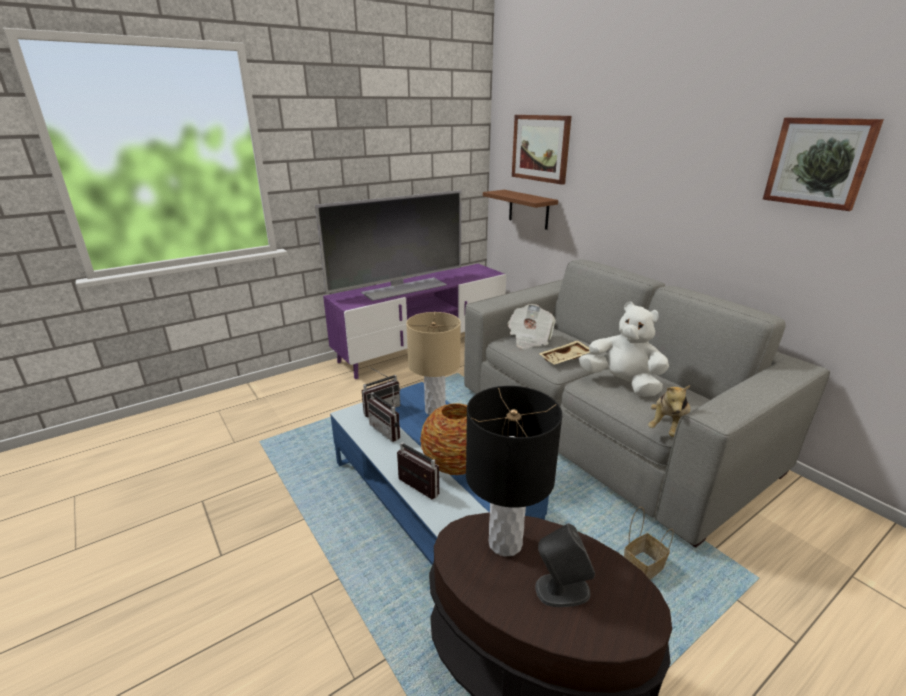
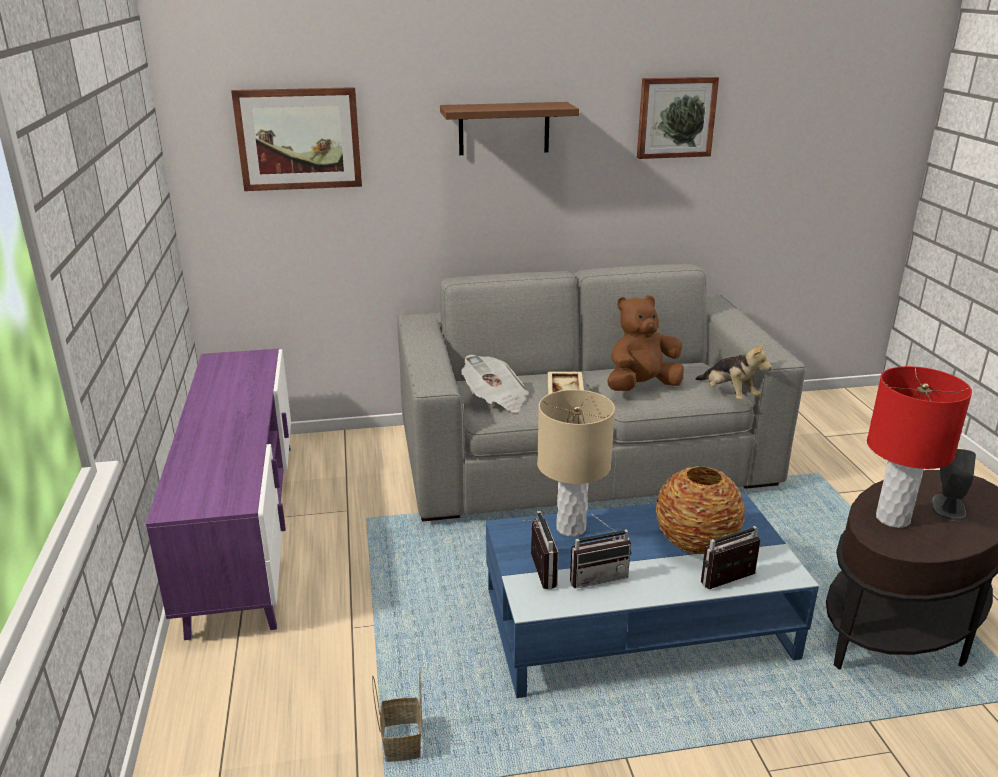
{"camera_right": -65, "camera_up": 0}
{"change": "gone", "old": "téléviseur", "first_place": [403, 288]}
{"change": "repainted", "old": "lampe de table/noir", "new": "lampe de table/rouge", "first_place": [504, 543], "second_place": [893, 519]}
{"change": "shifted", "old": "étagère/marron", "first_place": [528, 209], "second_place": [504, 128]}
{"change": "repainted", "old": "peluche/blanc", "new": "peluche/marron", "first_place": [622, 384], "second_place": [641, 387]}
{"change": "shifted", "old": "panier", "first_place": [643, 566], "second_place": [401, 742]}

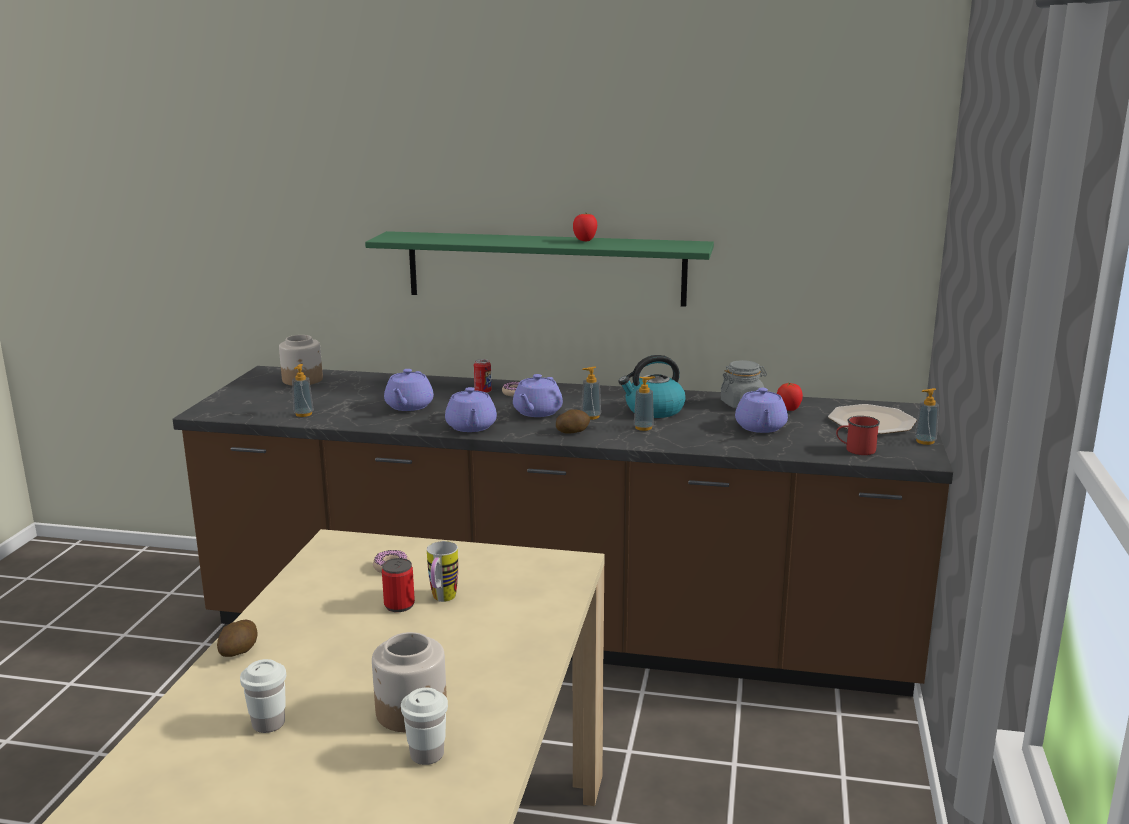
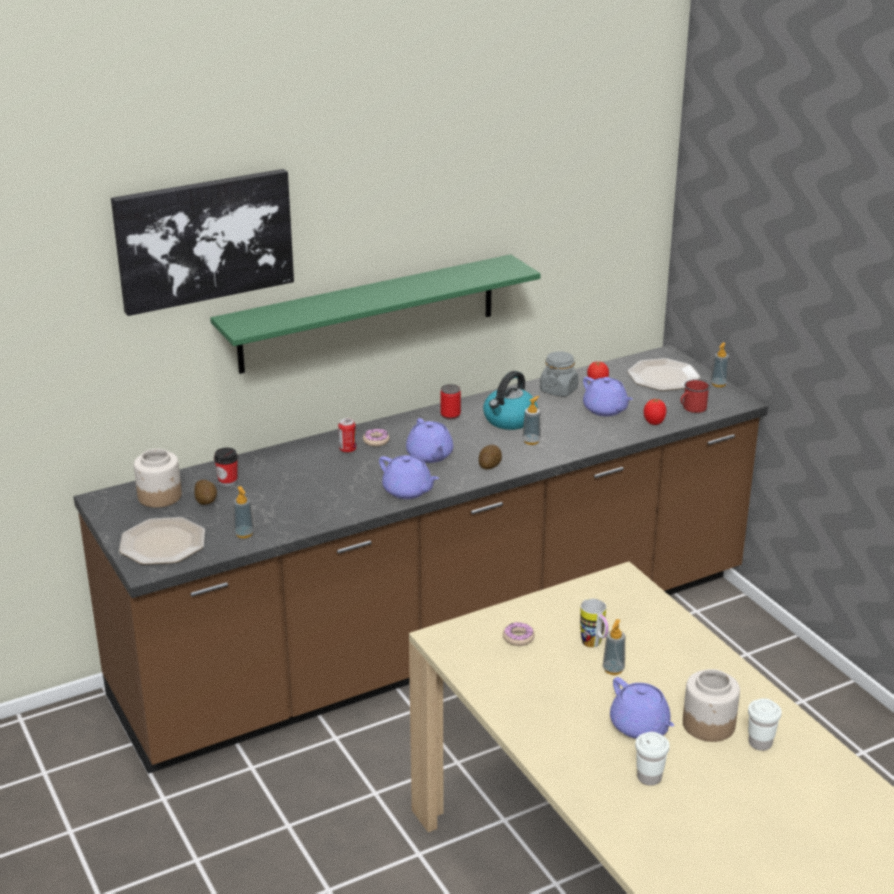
{"camera_right": -40, "camera_up": 10}
{"change": "shifted", "old": "pomme de terre", "first_place": [238, 652], "second_place": [206, 501]}
{"change": "shifted", "old": "boîte métallique", "first_place": [399, 605], "second_place": [450, 415]}
{"change": "shifted", "old": "théière/violet", "first_place": [408, 406], "second_place": [640, 726]}
{"change": "shifted", "old": "tomate", "first_place": [585, 241], "second_place": [654, 423]}
{"change": "shifted", "old": "distributeur de savon", "first_place": [591, 416], "second_place": [613, 669]}
{"change": "new", "new": "tableau", "second_place": [204, 240]}
{"change": "new", "new": "assiette", "second_place": [163, 543]}
{"change": "new", "new": "tasse", "second_place": [228, 481]}

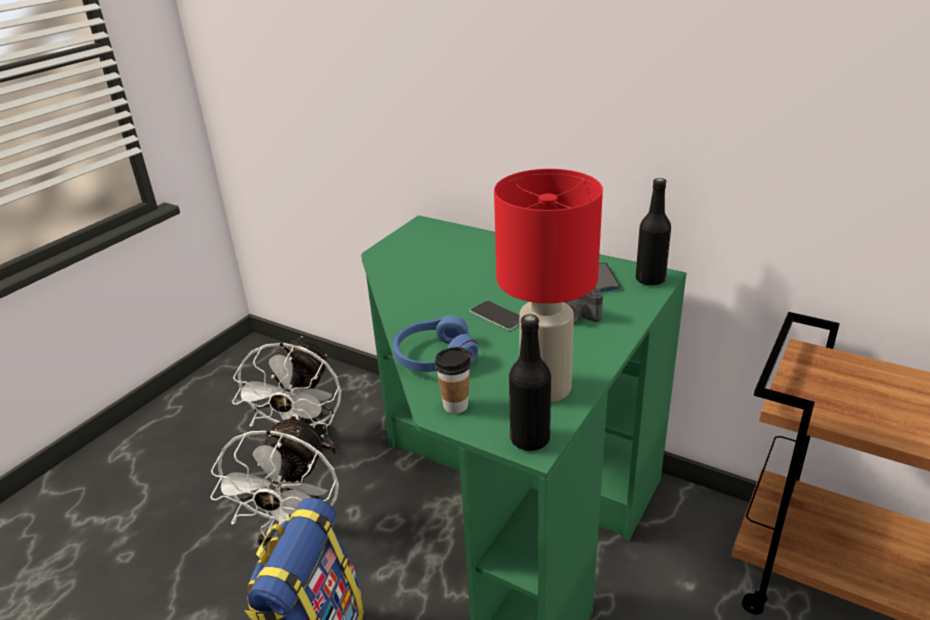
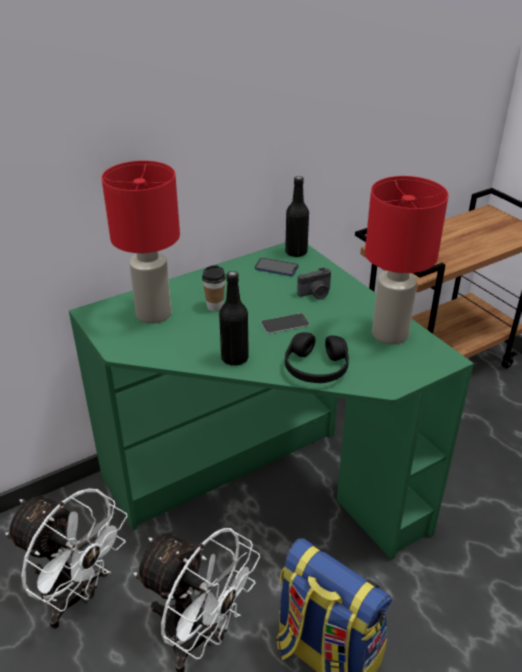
{"camera_right": -65, "camera_up": 5}
{"change": "repainted", "old": "casque audio/bleu", "new": "casque audio/noir", "first_place": [434, 356], "second_place": [316, 368]}
{"change": "shifted", "old": "tasse", "first_place": [455, 406], "second_place": [215, 306]}
{"change": "shifted", "old": "bouteille/noir", "first_place": [530, 439], "second_place": [234, 358]}
{"change": "new", "new": "lampe de table/rouge", "second_place": [154, 314]}

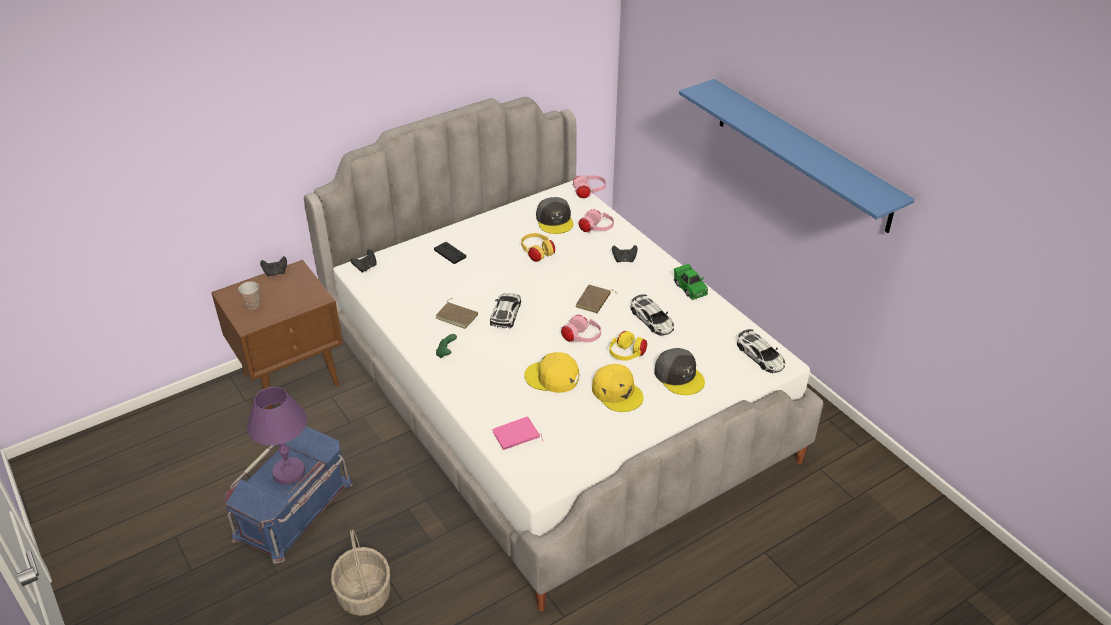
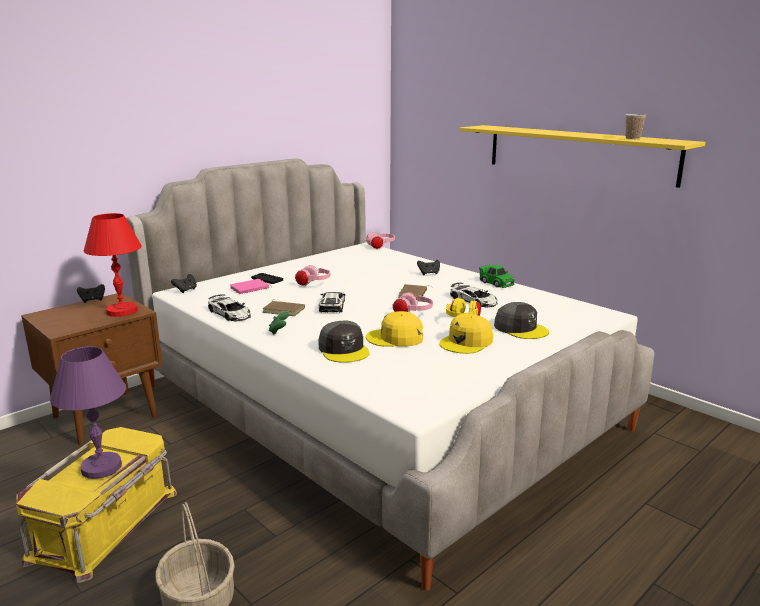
{"camera_right": -10, "camera_up": -20}
{"change": "repainted", "old": "boîte de rangement/bleu", "new": "boîte de rangement/jaune", "first_place": [294, 510], "second_place": [106, 525]}
{"change": "shifted", "old": "tasse", "first_place": [252, 305], "second_place": [632, 138]}
{"change": "shifted", "old": "livre/rose", "first_place": [516, 436], "second_place": [250, 289]}
{"change": "gone", "old": "casque audio/jaune", "first_place": [537, 254]}
{"change": "shifted", "old": "casquette/gris", "first_place": [555, 220], "second_place": [344, 350]}
{"change": "shifted", "old": "casque audio/rose", "first_place": [596, 229], "second_place": [313, 284]}
{"change": "rotated", "old": "casquette/jaune", "first_place": [617, 392], "second_place": [466, 342], "degrees": 90}
{"change": "repainted", "old": "étagère/bleu", "new": "étagère/jaune", "first_place": [802, 154], "second_place": [578, 153]}
{"change": "shifted", "old": "petite voiture", "first_place": [760, 356], "second_place": [230, 313]}
{"change": "new", "new": "lampe de table/rouge", "second_place": [122, 311]}

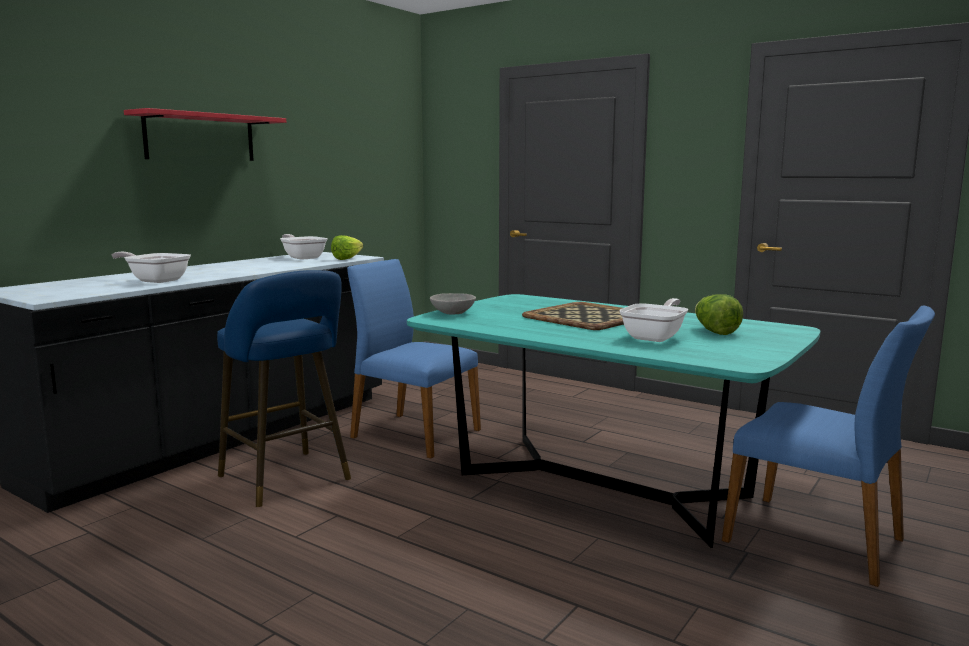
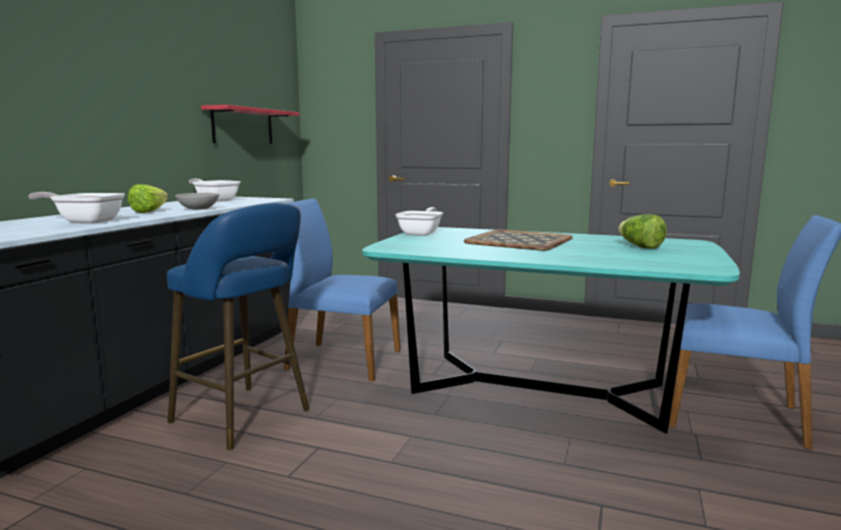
{"camera_right": -15, "camera_up": 0}
{"change": "shifted", "old": "étagère/rouge", "first_place": [200, 137], "second_place": [243, 126]}
{"change": "shifted", "old": "laitue", "first_place": [350, 258], "second_place": [153, 211]}
{"change": "shifted", "old": "bol/gris", "first_place": [453, 313], "second_place": [198, 209]}
{"change": "shifted", "old": "poêle", "first_place": [656, 337], "second_place": [421, 233]}

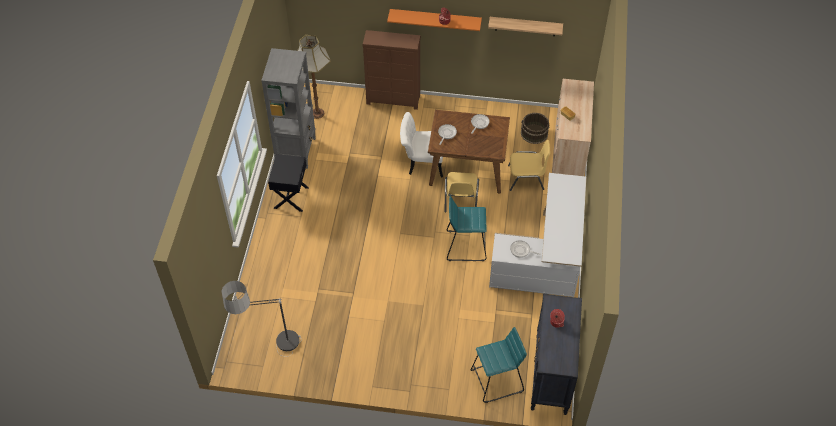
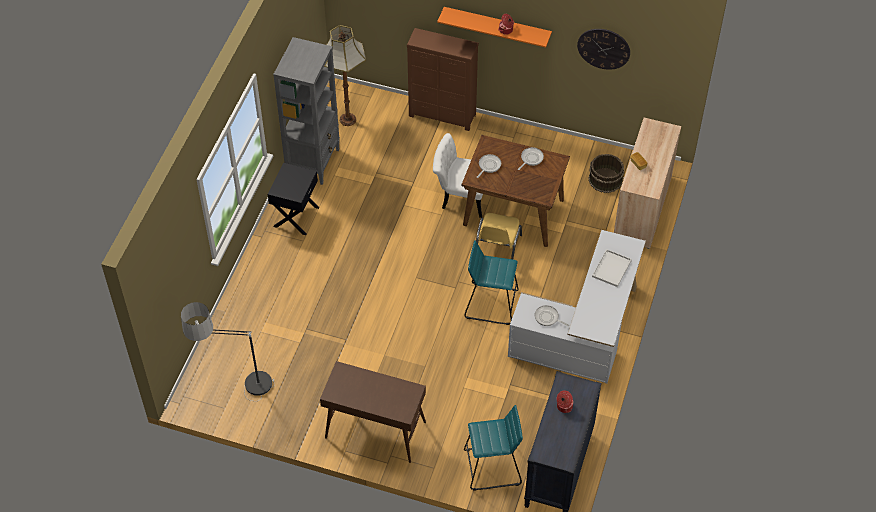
{"camera_right": 10, "camera_up": 0}
{"change": "swapped", "old": "étagère", "new": "horloge murale", "first_place": [525, 26], "second_place": [603, 48]}
{"change": "gone", "old": "chaise/jaune", "first_place": [526, 178]}
{"change": "new", "new": "table console/marron", "second_place": [374, 430]}
{"change": "new", "new": "plateau/blanc", "second_place": [611, 268]}

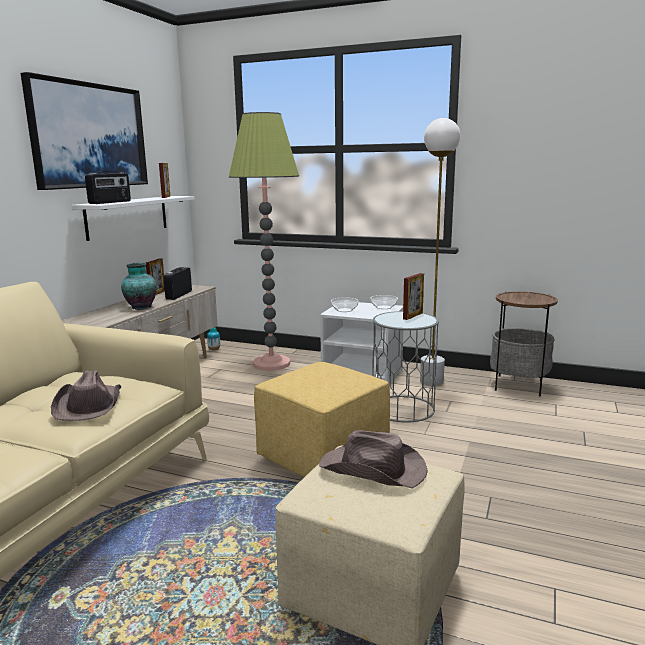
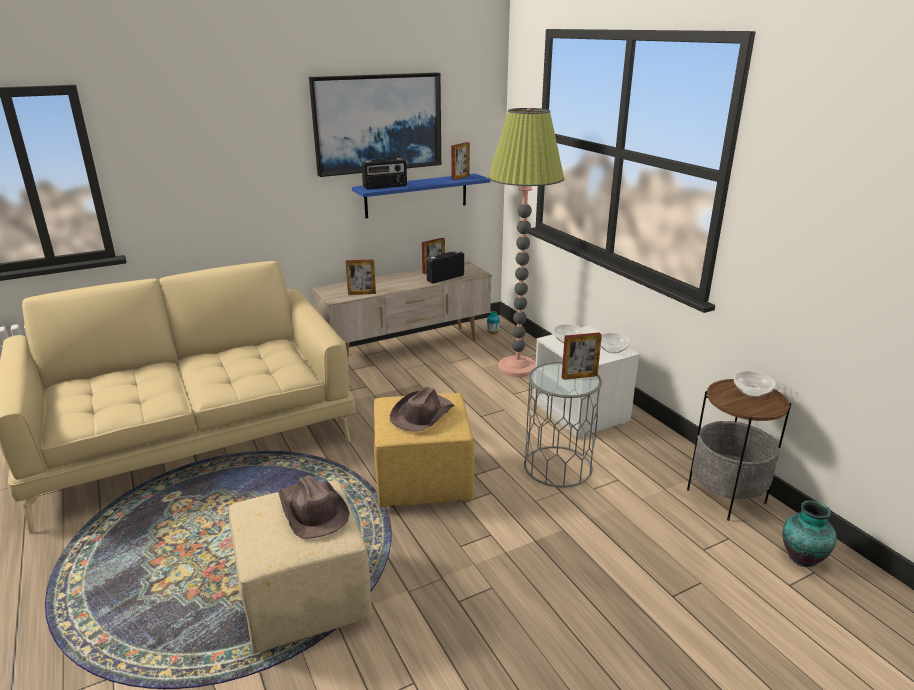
{"camera_right": 40, "camera_up": 10}
{"change": "shifted", "old": "chapeau/marron", "first_place": [89, 404], "second_place": [422, 414]}
{"change": "repainted", "old": "étagère/blanc", "new": "étagère/bleu", "first_place": [127, 216], "second_place": [416, 195]}
{"change": "shifted", "old": "vase", "first_place": [140, 307], "second_place": [801, 557]}
{"change": "gone", "old": "lampadaire/blanc", "first_place": [431, 382]}
{"change": "new", "new": "cadre photo", "second_place": [362, 293]}
{"change": "new", "new": "bol", "second_place": [752, 392]}

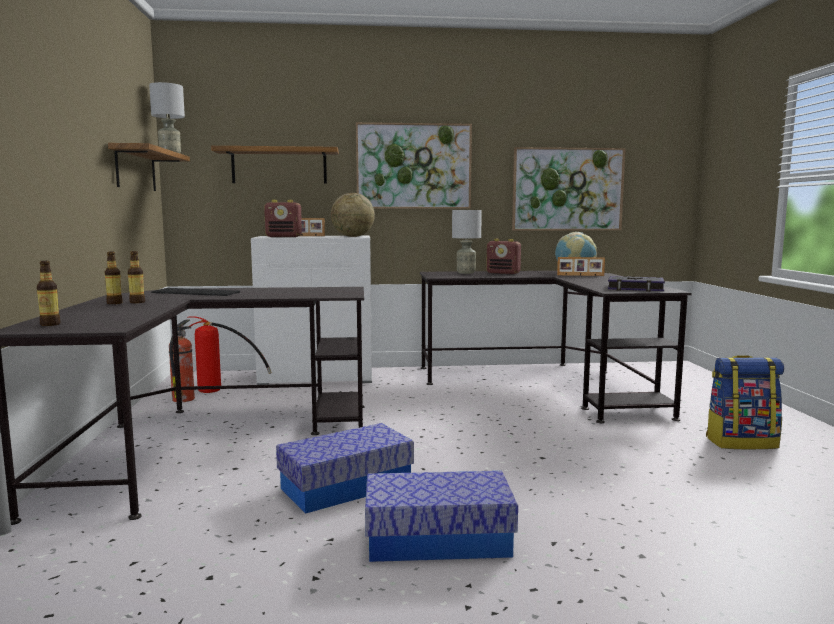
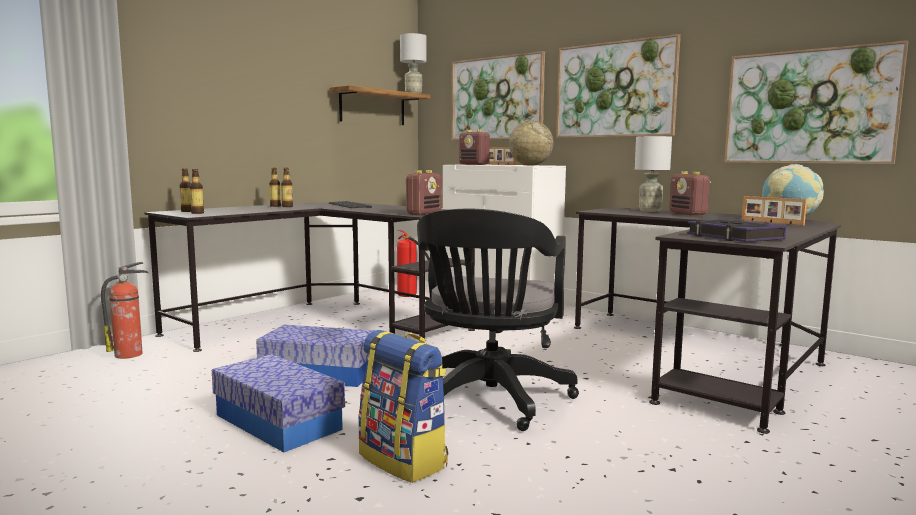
{"camera_right": 45, "camera_up": 0}
{"change": "shifted", "old": "extincteur", "first_place": [184, 399], "second_place": [130, 354]}
{"change": "swapped", "old": "étagère", "new": "tableau", "first_place": [279, 166], "second_place": [497, 98]}
{"change": "shifted", "old": "sac à dos", "first_place": [741, 442], "second_place": [404, 460]}
{"change": "new", "new": "bouteille", "second_place": [197, 213]}
{"change": "new", "new": "radio", "second_place": [424, 214]}
{"change": "new", "new": "chaise de bureau/noir", "second_place": [489, 401]}

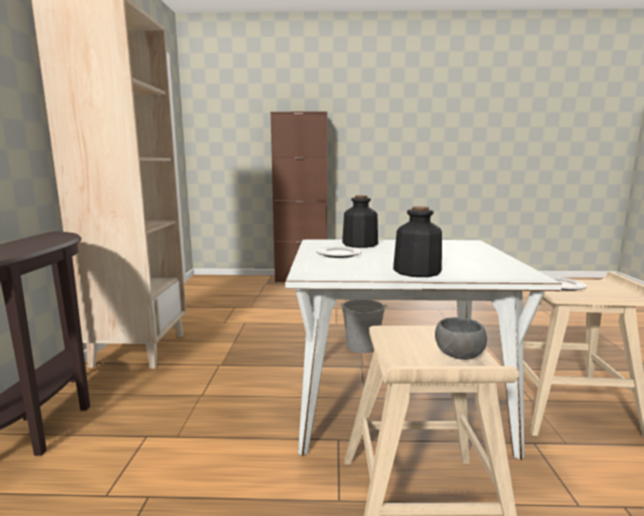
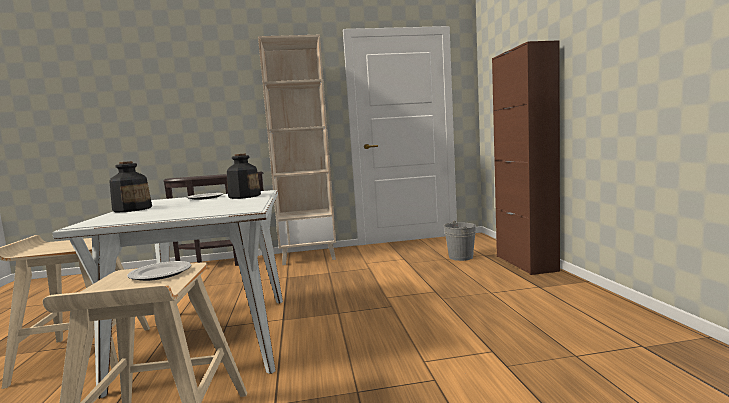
{"camera_right": 80, "camera_up": -5}
{"change": "shifted", "old": "seau/gris", "first_place": [362, 346], "second_place": [460, 257]}
{"change": "gone", "old": "bol/gris", "first_place": [457, 355]}

